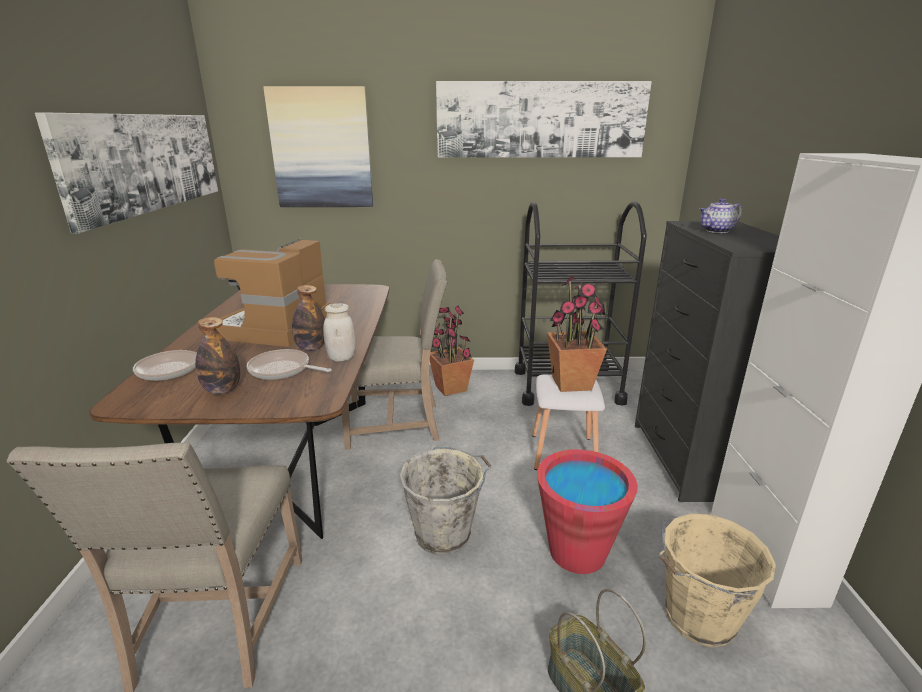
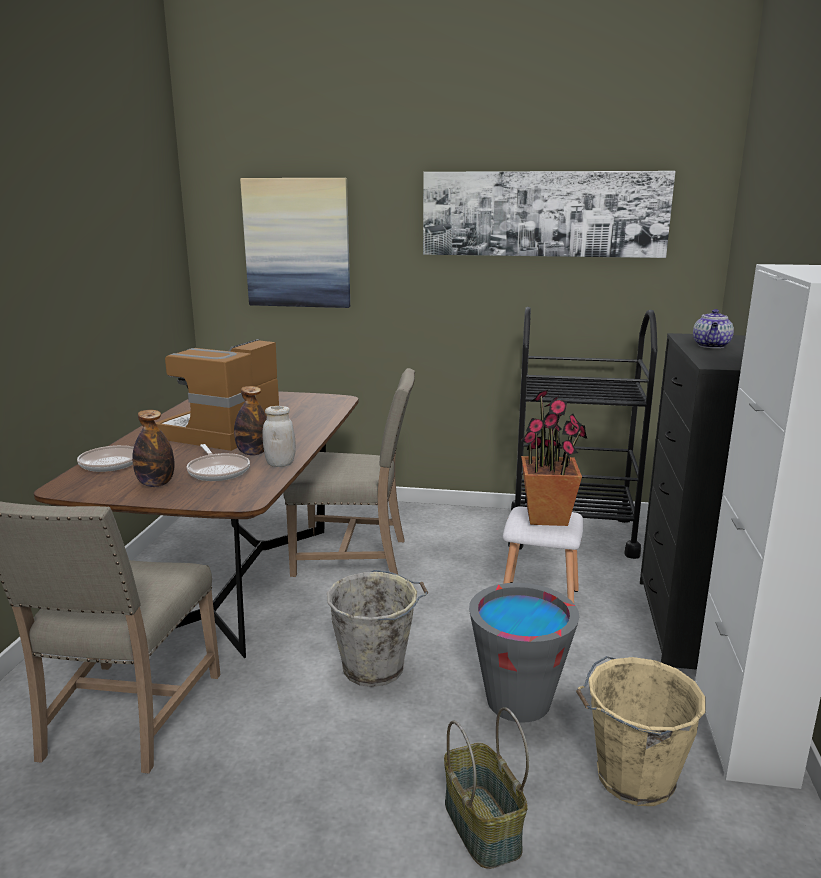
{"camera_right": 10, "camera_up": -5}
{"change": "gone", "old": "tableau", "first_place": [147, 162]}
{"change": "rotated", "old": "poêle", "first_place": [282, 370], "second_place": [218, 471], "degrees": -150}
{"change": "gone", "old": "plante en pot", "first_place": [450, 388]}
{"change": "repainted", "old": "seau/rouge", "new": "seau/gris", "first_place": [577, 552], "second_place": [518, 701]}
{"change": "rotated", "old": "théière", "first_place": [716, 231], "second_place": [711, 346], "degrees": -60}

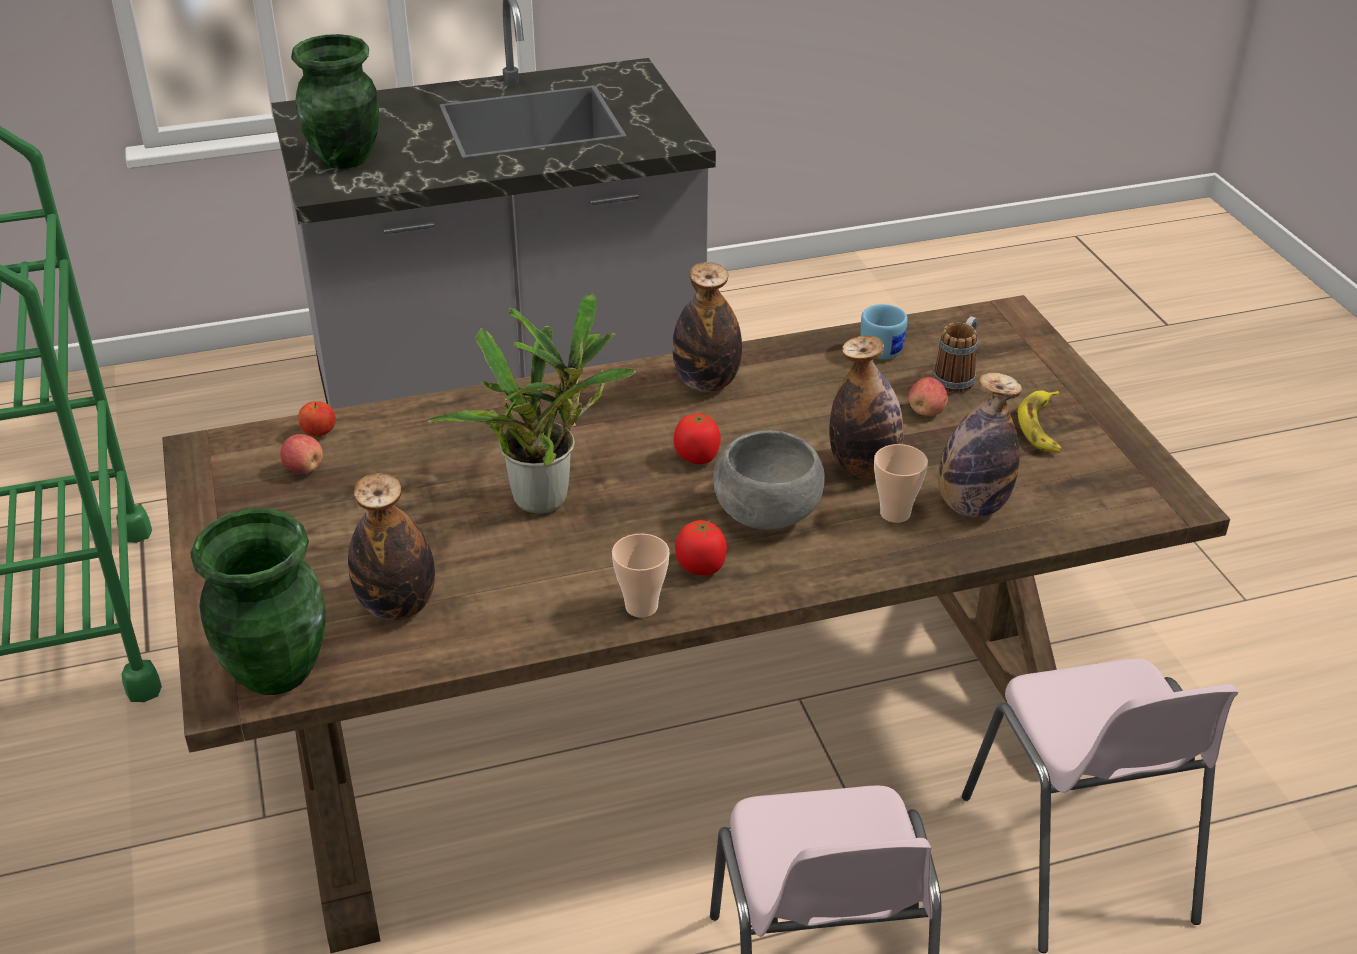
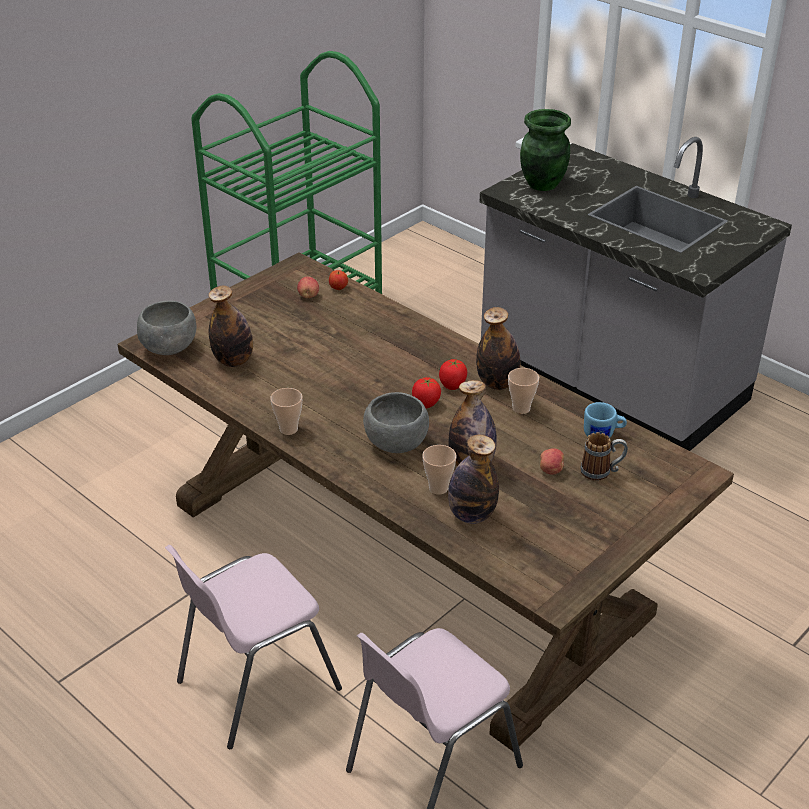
{"camera_right": 60, "camera_up": 0}
{"change": "swapped", "old": "vase/vert", "new": "bol/gris", "first_place": [277, 670], "second_place": [170, 348]}
{"change": "gone", "old": "plante en pot", "first_place": [548, 497]}
{"change": "shifted", "old": "tomate", "first_place": [701, 567], "second_place": [452, 385]}
{"change": "gone", "old": "banane", "first_place": [1042, 427]}
{"change": "new", "new": "tasse", "second_place": [521, 408]}

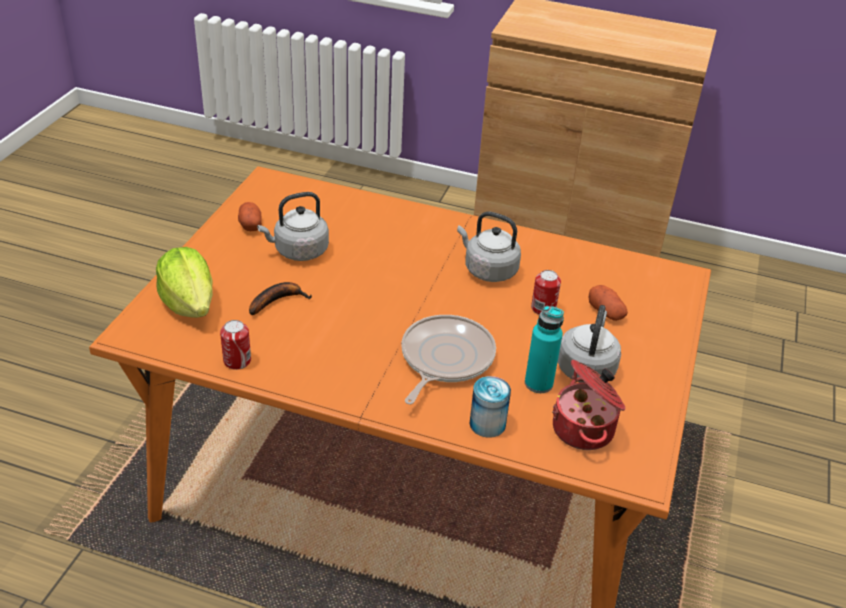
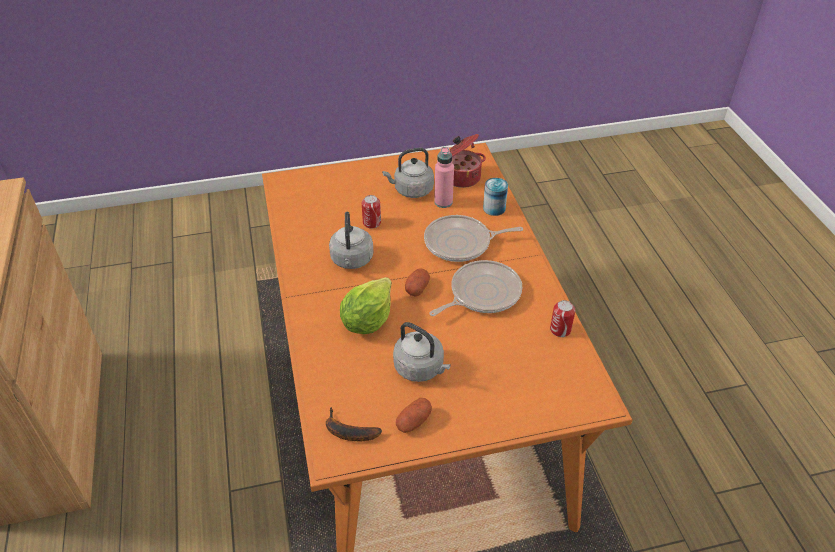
{"camera_right": -120, "camera_up": 5}
{"change": "shifted", "old": "laitue", "first_place": [189, 303], "second_place": [367, 320]}
{"change": "shifted", "old": "banane", "first_place": [278, 300], "second_place": [347, 432]}
{"change": "repainted", "old": "bouteille/turquoise", "new": "bouteille/rose", "first_place": [538, 383], "second_place": [443, 202]}
{"change": "shifted", "old": "pomme de terre", "first_place": [606, 312], "second_place": [417, 288]}
{"change": "new", "new": "poêle", "second_place": [482, 293]}

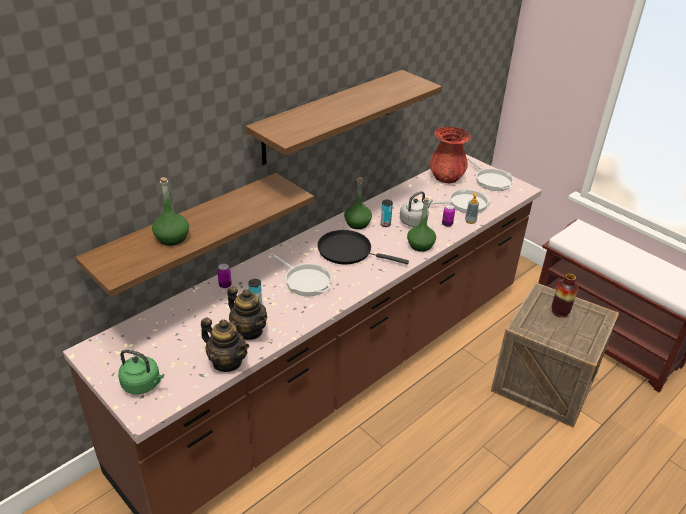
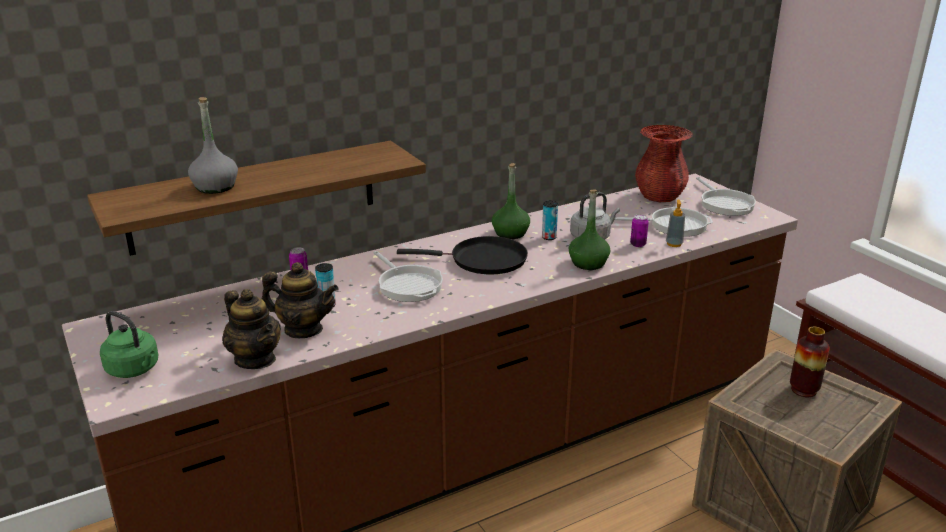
{"camera_right": 15, "camera_up": -10}
{"change": "repainted", "old": "bouteille/vert", "new": "bouteille/gris", "first_place": [172, 238], "second_place": [215, 187]}
{"change": "rotated", "old": "théière", "first_place": [249, 331], "second_place": [303, 330], "degrees": -45}
{"change": "gone", "old": "étagère", "first_place": [329, 116]}
{"change": "rotated", "old": "poêle/noir", "first_place": [348, 251], "second_place": [483, 260], "degrees": 150}

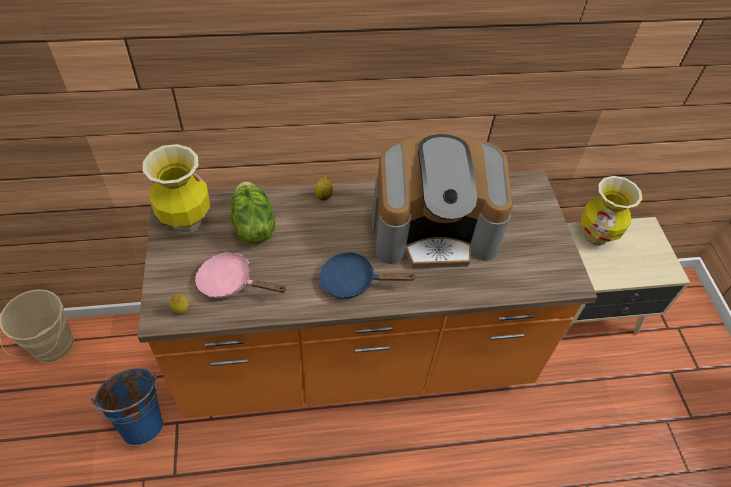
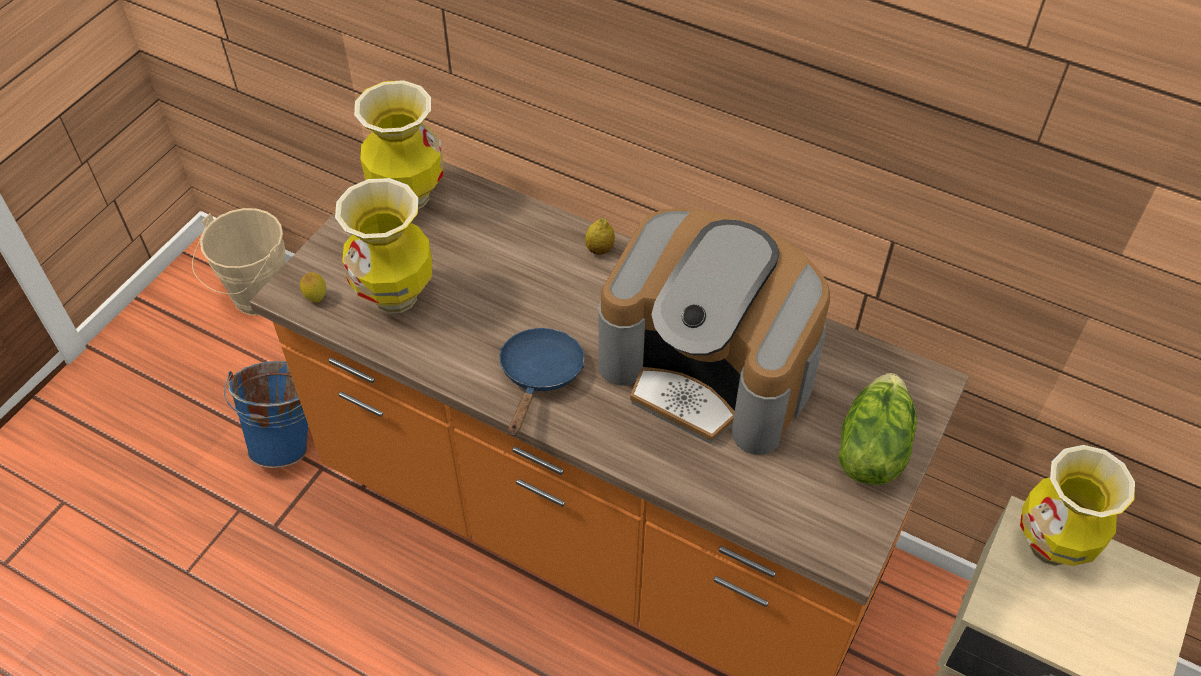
{"camera_right": 40, "camera_up": 0}
{"change": "swapped", "old": "poêle/rose", "new": "vase", "first_place": [231, 282], "second_place": [396, 296]}
{"change": "shifted", "old": "laitue", "first_place": [252, 226], "second_place": [870, 449]}
{"change": "rotated", "old": "poêle/bleu", "first_place": [353, 281], "second_place": [540, 376], "degrees": 60}

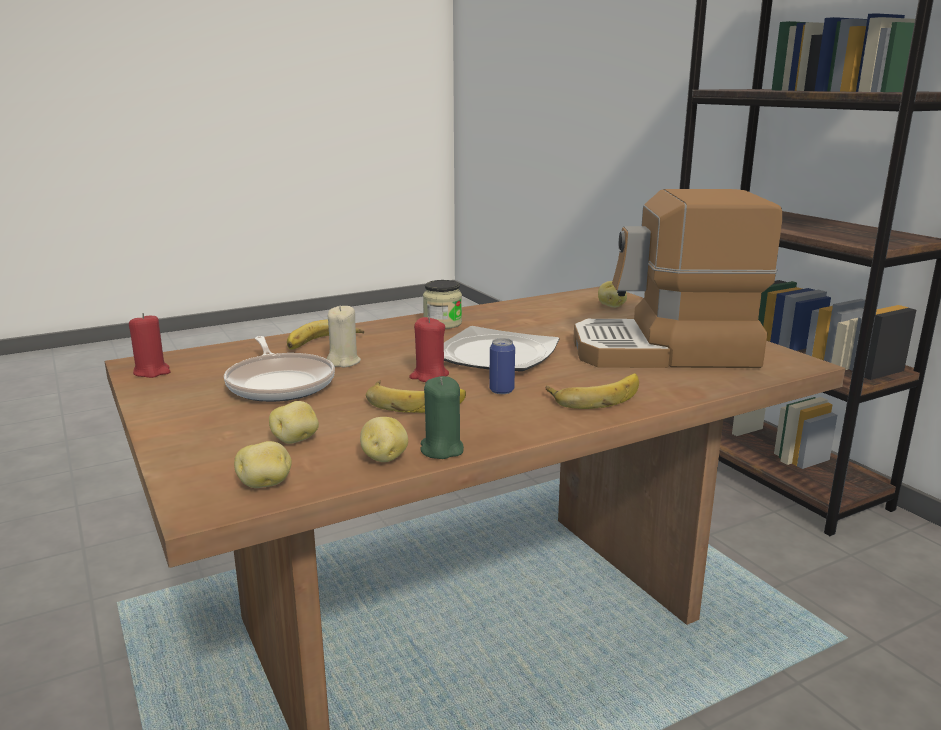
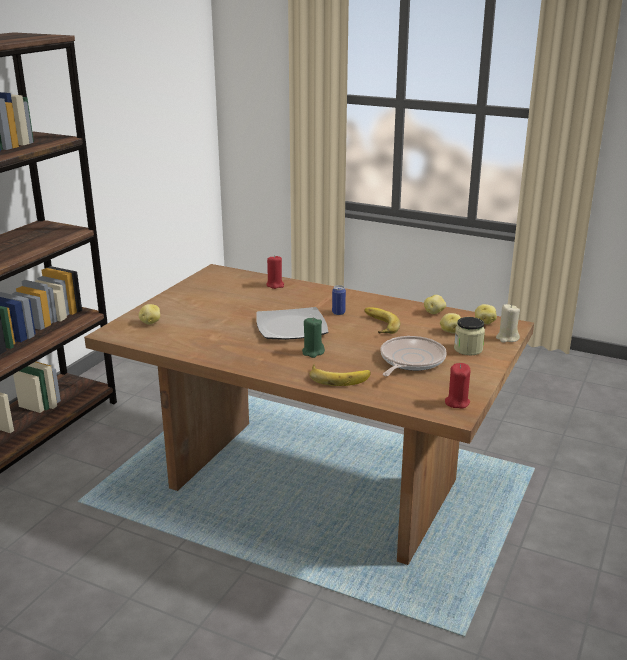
{"camera_right": -125, "camera_up": 5}
{"change": "shifted", "old": "bougie/beige", "first_place": [343, 362], "second_place": [507, 338]}
{"change": "shifted", "old": "bougie/rouge", "first_place": [429, 376], "second_place": [275, 285]}
{"change": "shifted", "old": "bougie/vert", "first_place": [441, 449], "second_place": [313, 352]}
{"change": "shifted", "old": "bocal", "first_place": [442, 323], "second_place": [468, 349]}
{"change": "gone", "old": "banane", "first_place": [594, 395]}
{"change": "gone", "old": "machine à café", "first_place": [665, 352]}

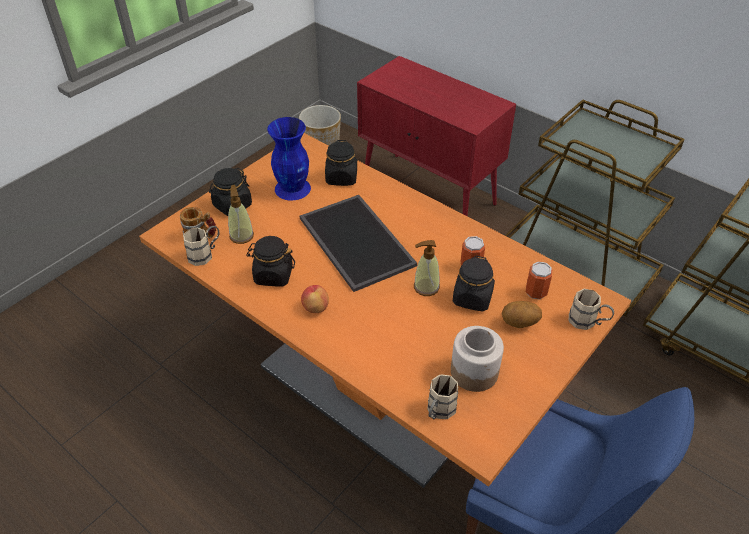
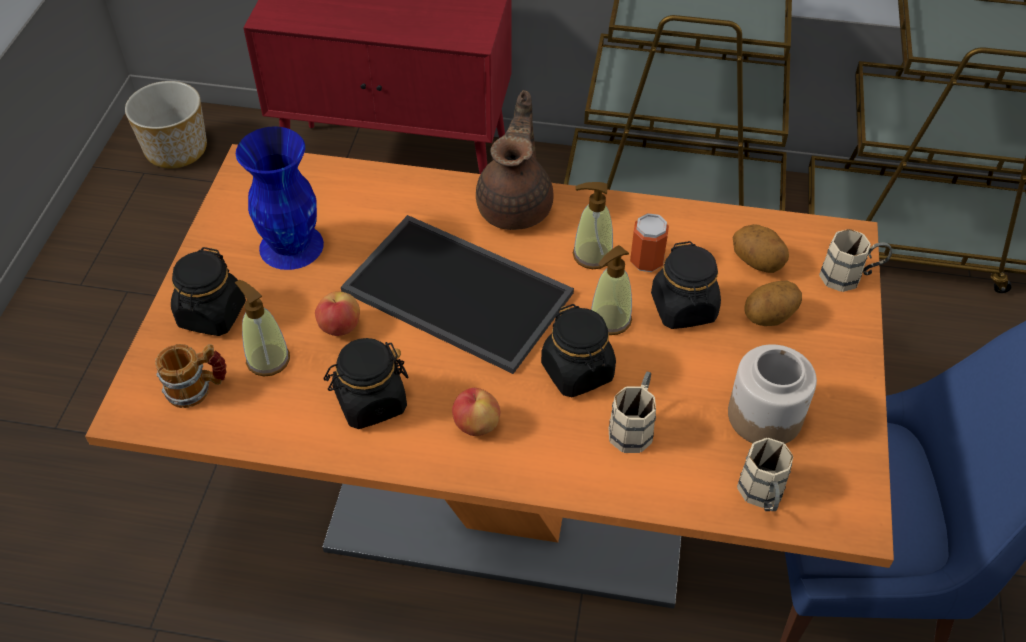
{"camera_right": -30, "camera_up": 5}
{"change": "shifted", "old": "mug/beige", "first_place": [205, 254], "second_place": [634, 426]}
{"change": "shifted", "old": "bocal/noir", "first_place": [341, 178], "second_place": [577, 372]}
{"change": "swapped", "old": "boîte métallique", "new": "pomme de terre", "first_place": [536, 292], "second_place": [757, 262]}
{"change": "new", "new": "pomme", "second_place": [340, 327]}
{"change": "new", "new": "théière/marron", "second_place": [516, 206]}
{"change": "new", "new": "distributeur de savon", "second_place": [592, 255]}

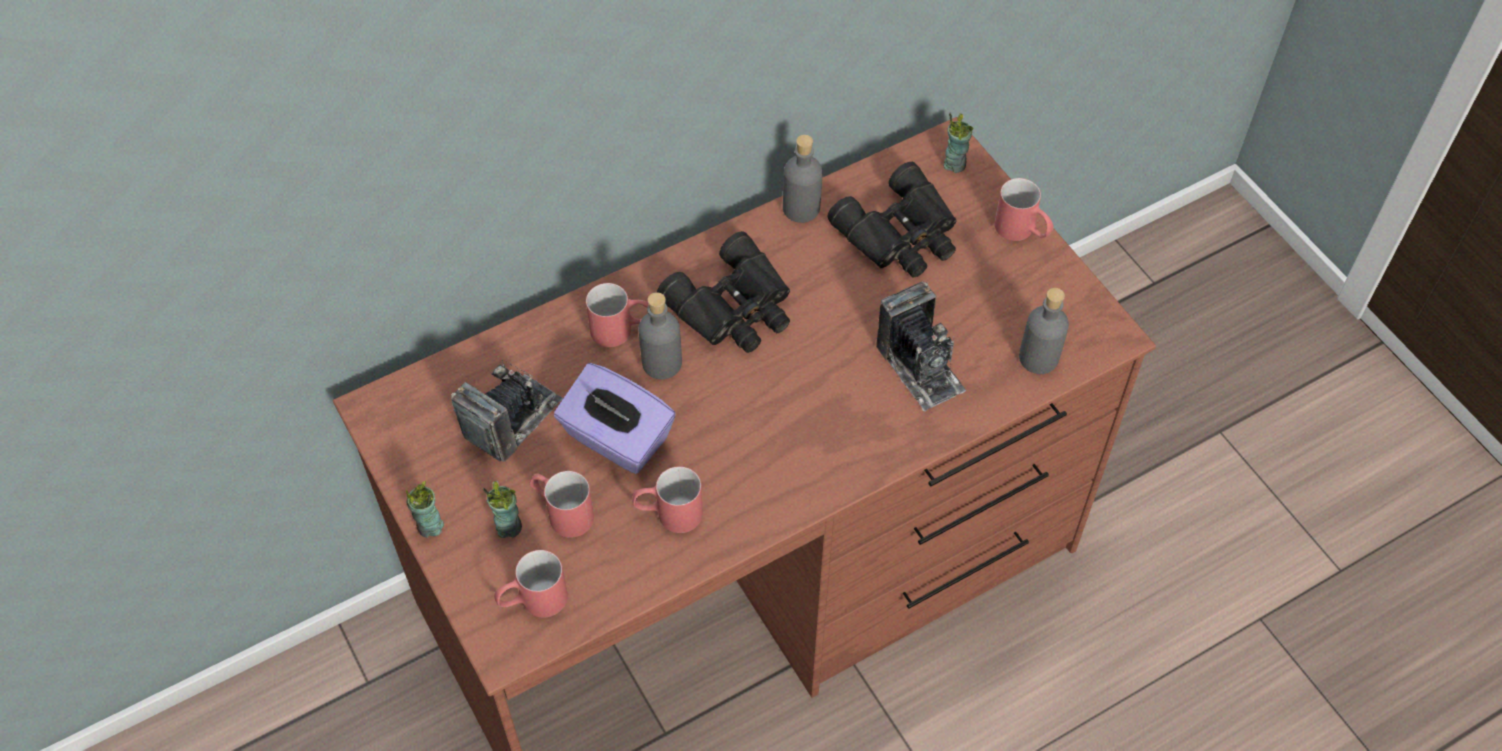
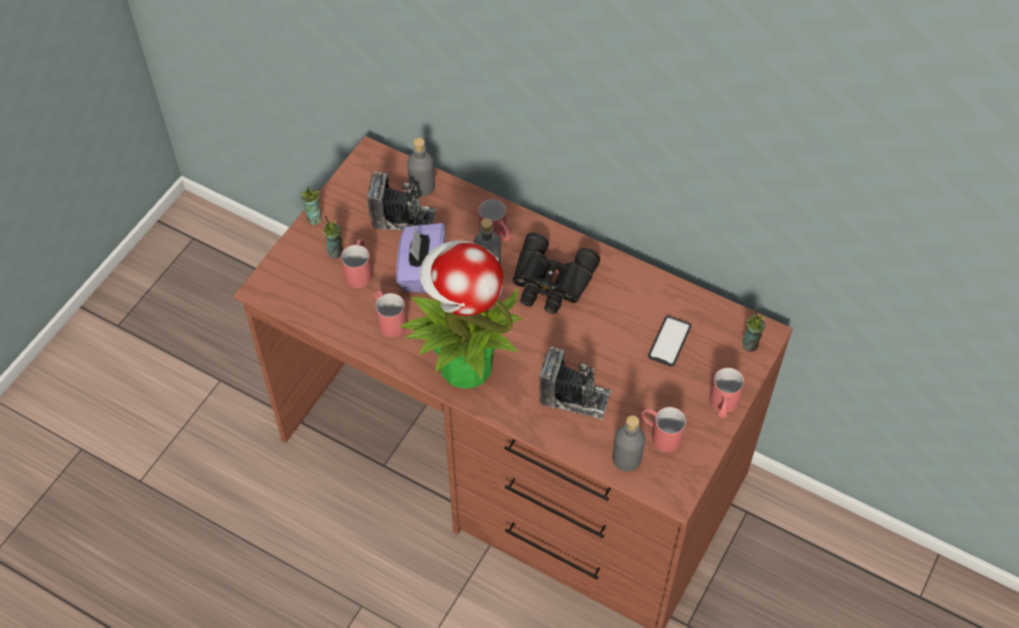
{"camera_right": 60, "camera_up": 0}
{"change": "shifted", "old": "mug/rouge", "first_place": [533, 601], "second_place": [660, 434]}
{"change": "shifted", "old": "bouteille/gris", "first_place": [801, 208], "second_place": [422, 187]}
{"change": "swapped", "old": "jumelles/noir", "new": "téléphone", "first_place": [901, 235], "second_place": [669, 341]}
{"change": "rotated", "old": "appareil photo", "first_place": [920, 367], "second_place": [574, 397], "degrees": -105}
{"change": "new", "new": "plante en pot", "second_place": [463, 365]}

